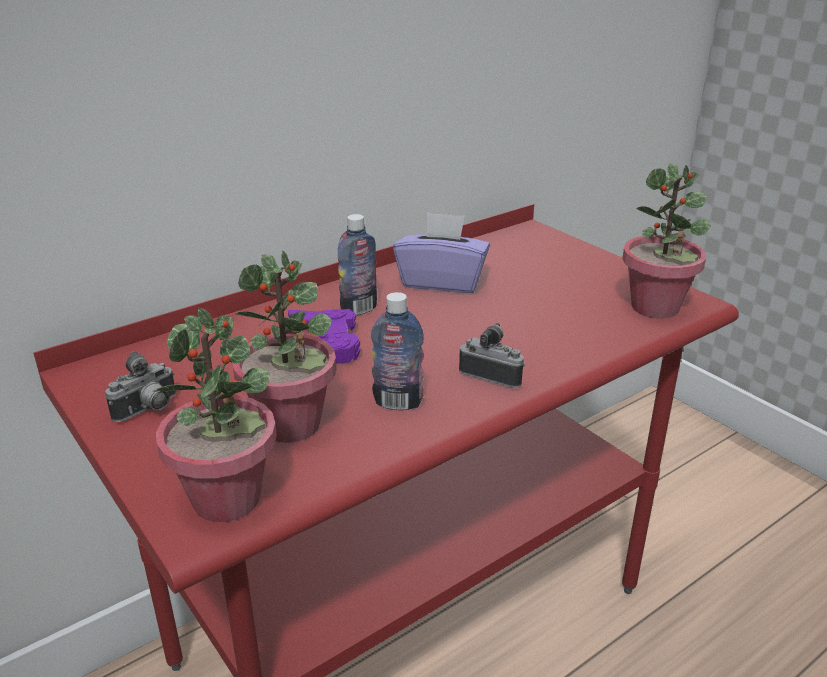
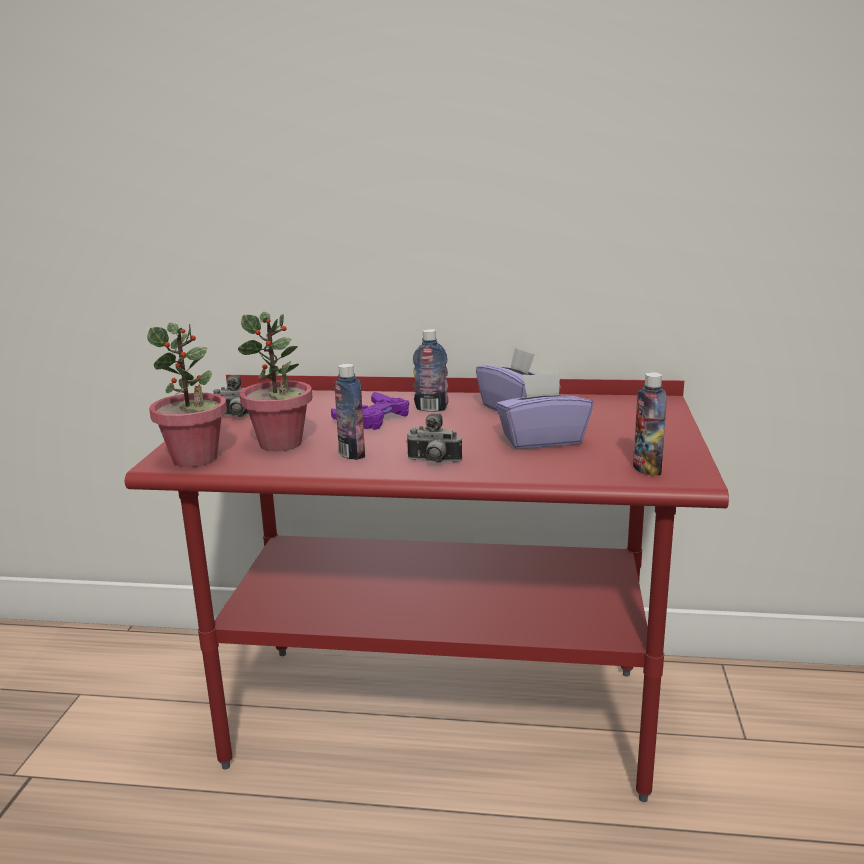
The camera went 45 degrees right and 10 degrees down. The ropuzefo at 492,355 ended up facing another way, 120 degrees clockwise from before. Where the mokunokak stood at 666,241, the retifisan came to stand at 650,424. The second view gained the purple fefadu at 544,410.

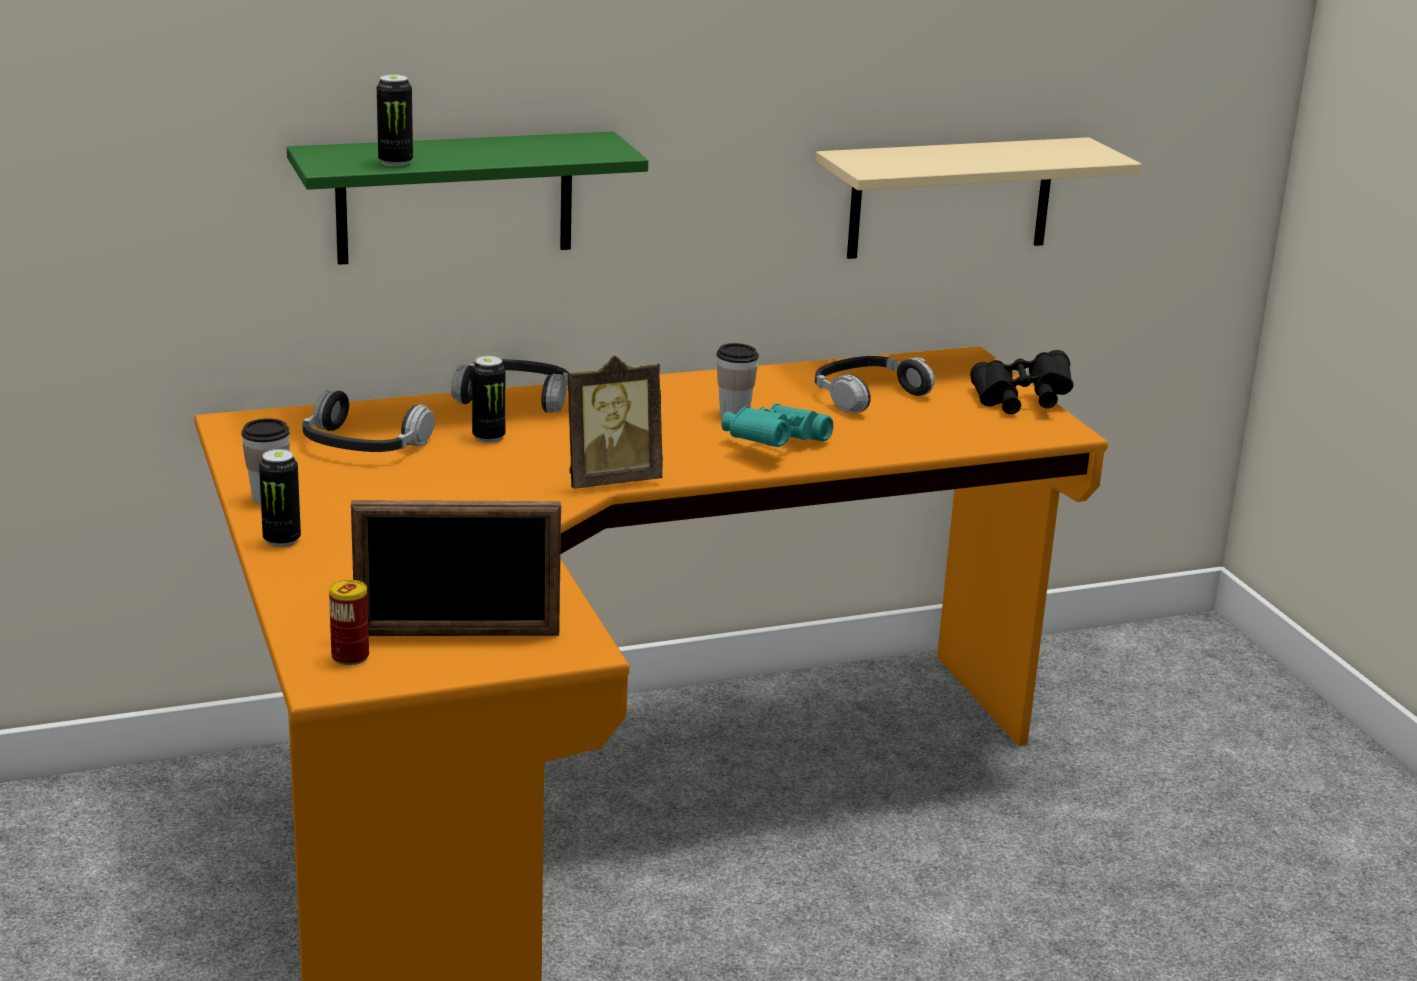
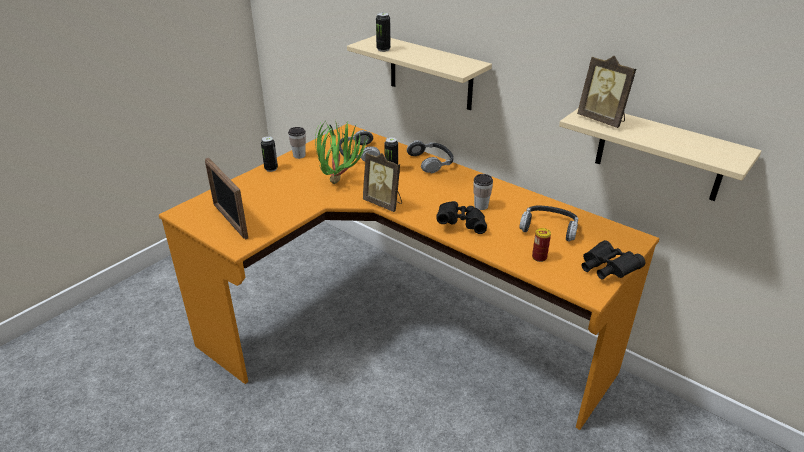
The camera went 60 degrees right and 10 degrees up. What was the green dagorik at 467,198 turned into the beige dagorik at 419,72. The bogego ended up elsewhere, having gone from 349,622 to 541,245. What was the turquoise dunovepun at 777,425 turned into the black dunovepun at 461,217. The second view gained the mokunokak at 341,152. The second view gained the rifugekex at 606,92.

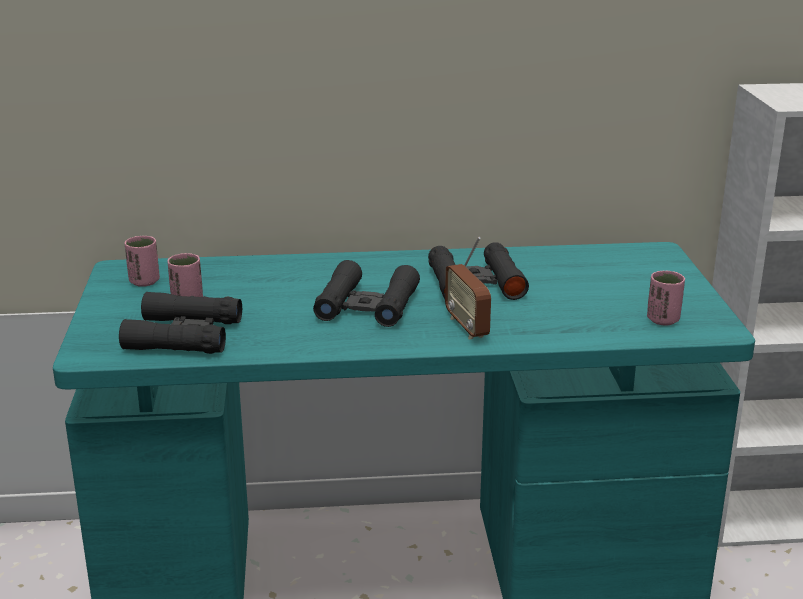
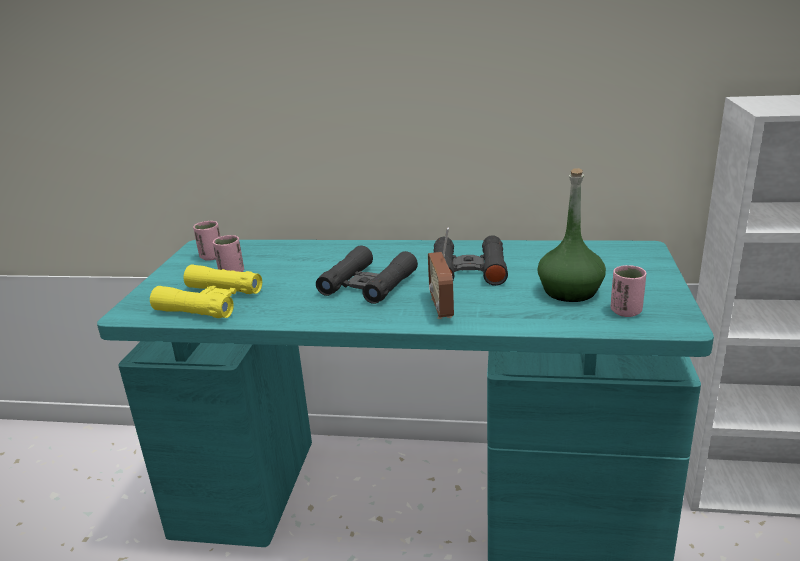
The camera went 15 degrees right and 0 degrees up. What was the black dunovepun at 180,323 turned into the yellow dunovepun at 206,291. The second view gained the green retifisan at 571,235.

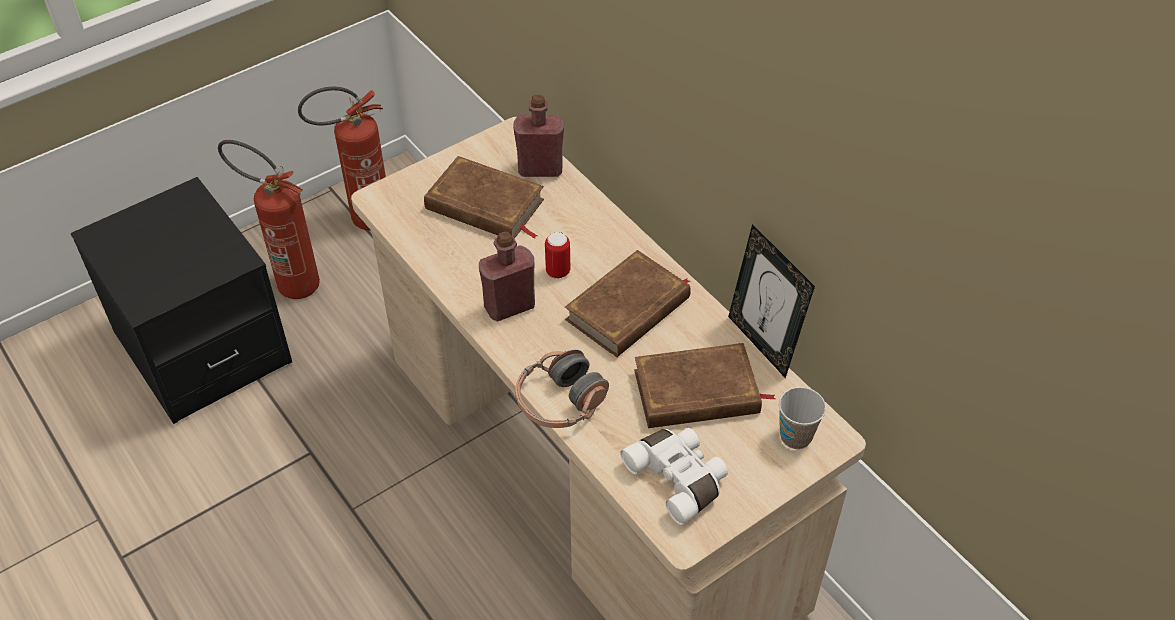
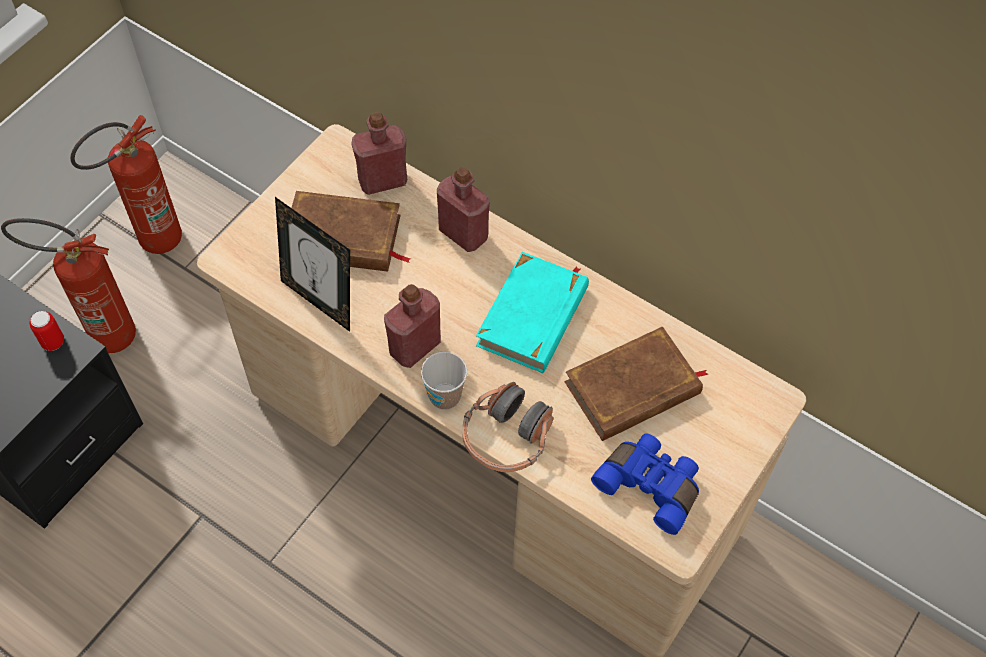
The camera went 20 degrees left and 10 degrees up. The bogego ended up elsewhere, having gone from 557,255 to 46,331. What was the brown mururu at 628,303 turned into the turquoise mururu at 532,312. What was the white dunovepun at 674,476 turned into the blue dunovepun at 645,484. The rifugekex ended up elsewhere, having gone from 771,301 to 312,264. The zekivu ended up elsewhere, having gone from 802,418 to 444,381. The second view gained the red retifisan at 463,209.

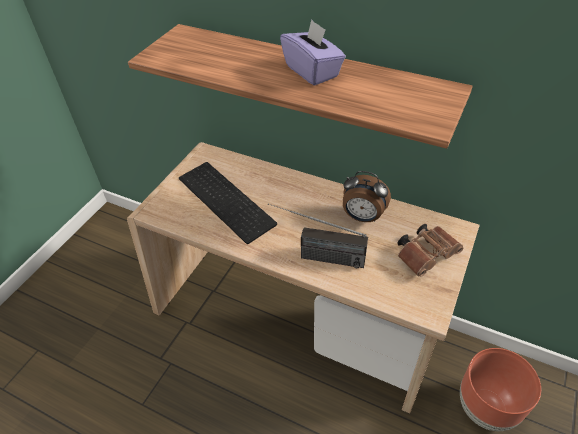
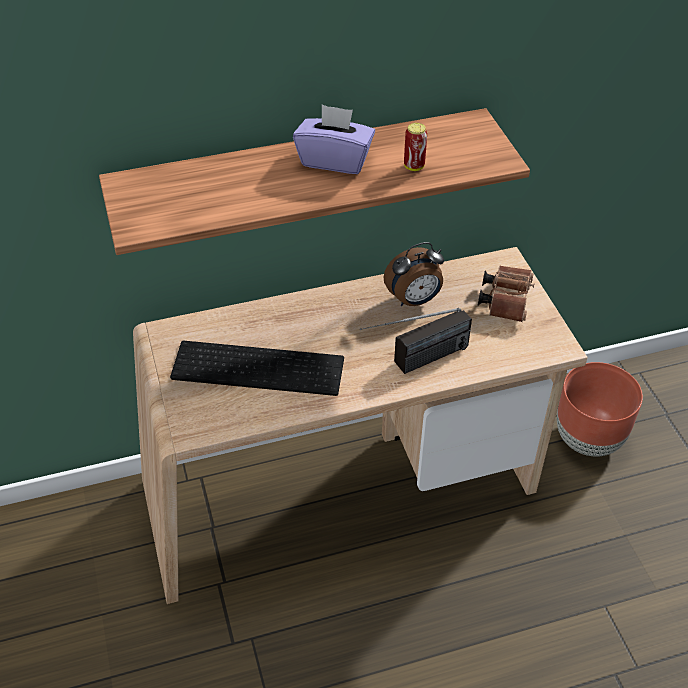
The camera went 45 degrees left and 0 degrees up. The second view gained the bogego at 415,147.

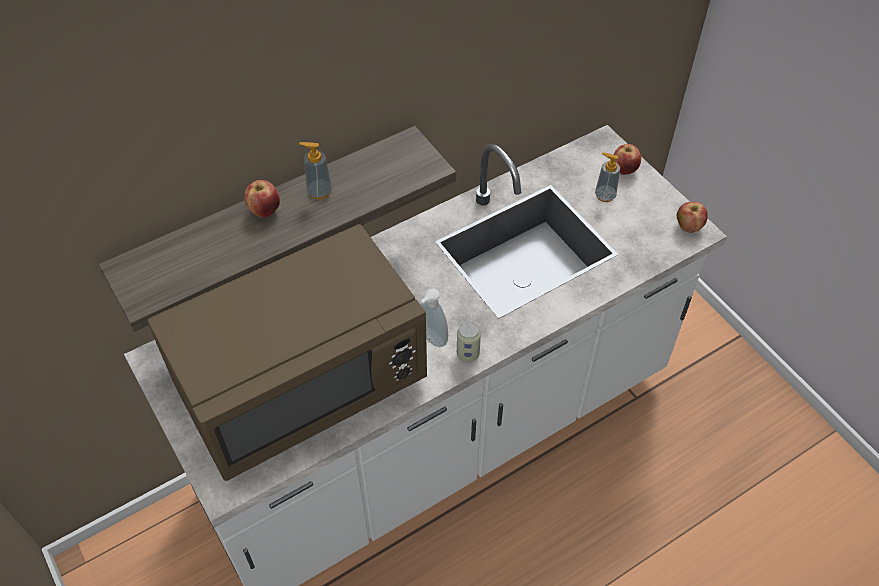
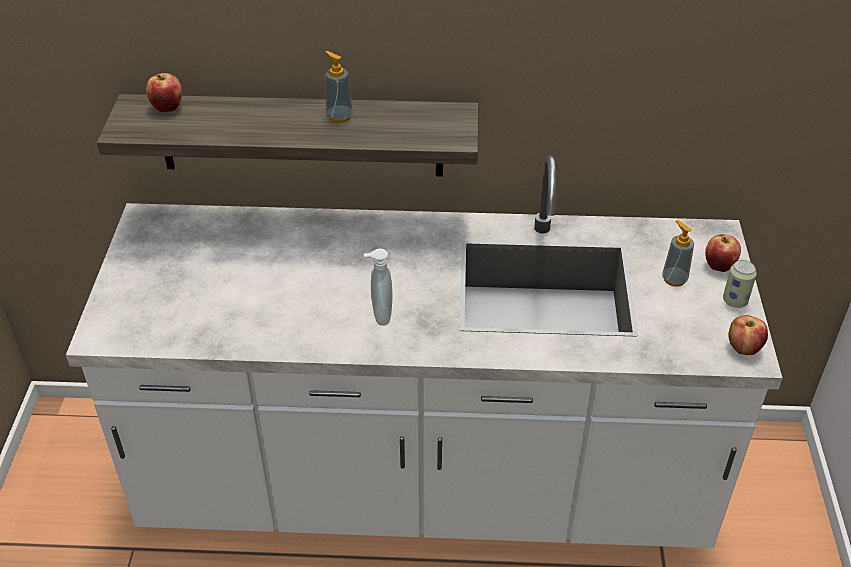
The camera went 35 degrees right and 10 degrees down. The second view lost the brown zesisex at 287,352. The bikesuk ended up elsewhere, having gone from 262,199 to 164,92. The bogego ended up elsewhere, having gone from 469,342 to 740,284.

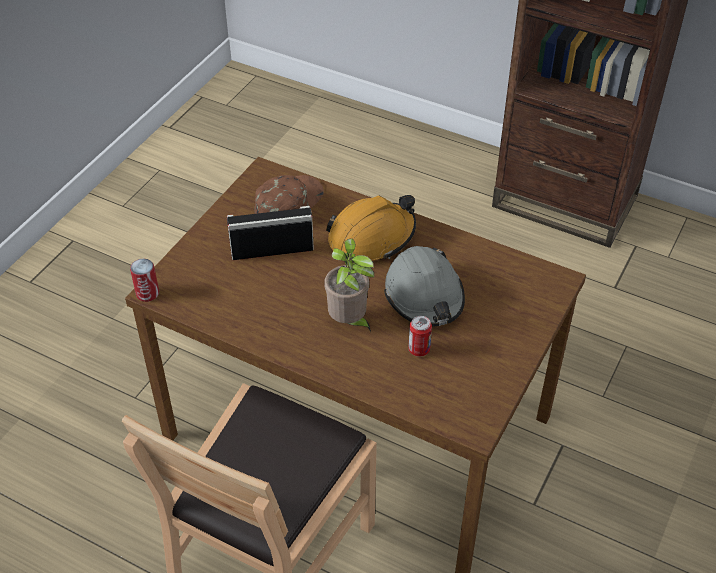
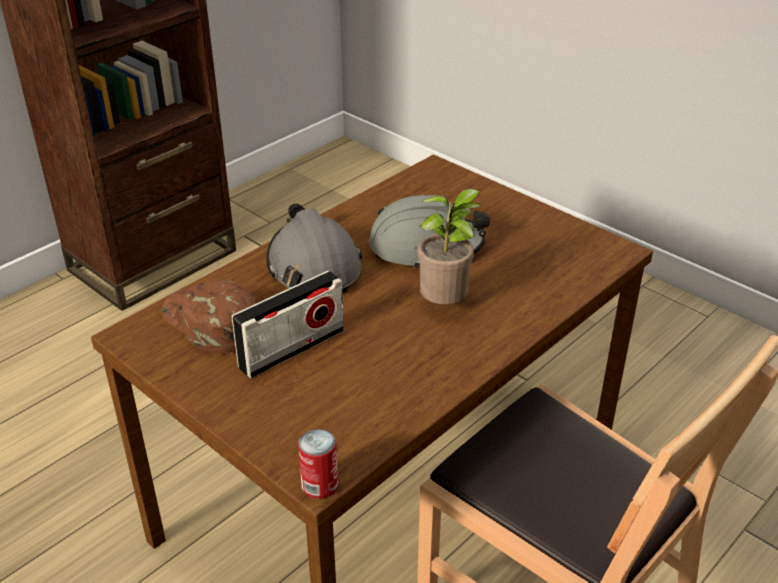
The camera went 75 degrees left and 10 degrees down. The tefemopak at 270,233 ended up facing another way, 135 degrees counterclockwise from before. What was the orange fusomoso at 371,228 turned into the grey fusomoso at 314,248. The second view lost the bogego at 420,336.

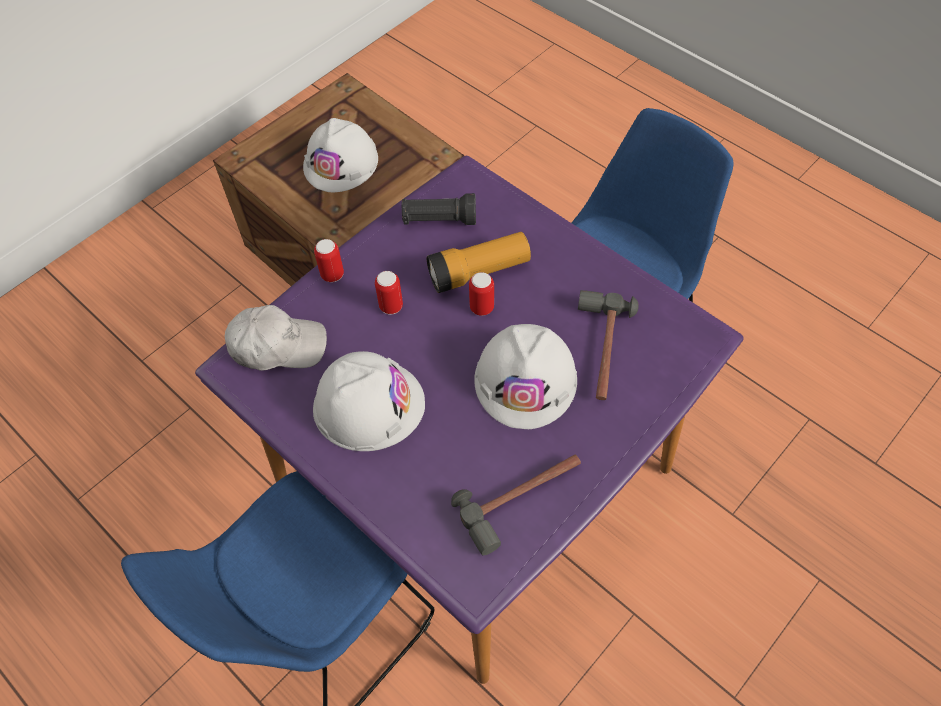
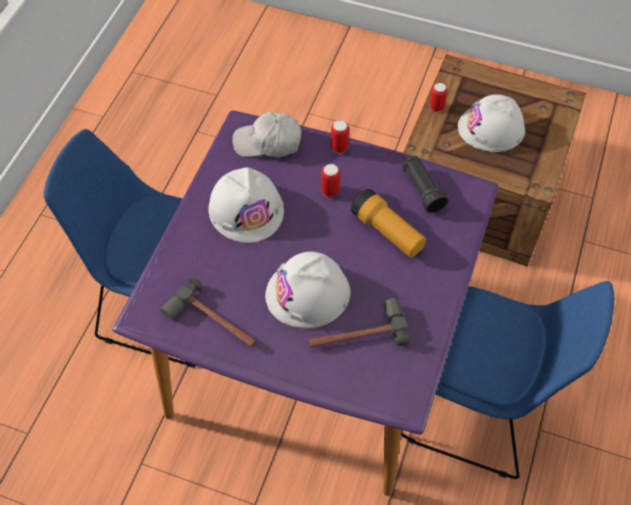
The camera went 65 degrees right and 0 degrees up. The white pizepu at 276,338 ended up facing another way, 120 degrees clockwise from before. The bogego ended up elsewhere, having gone from 481,294 to 439,97.

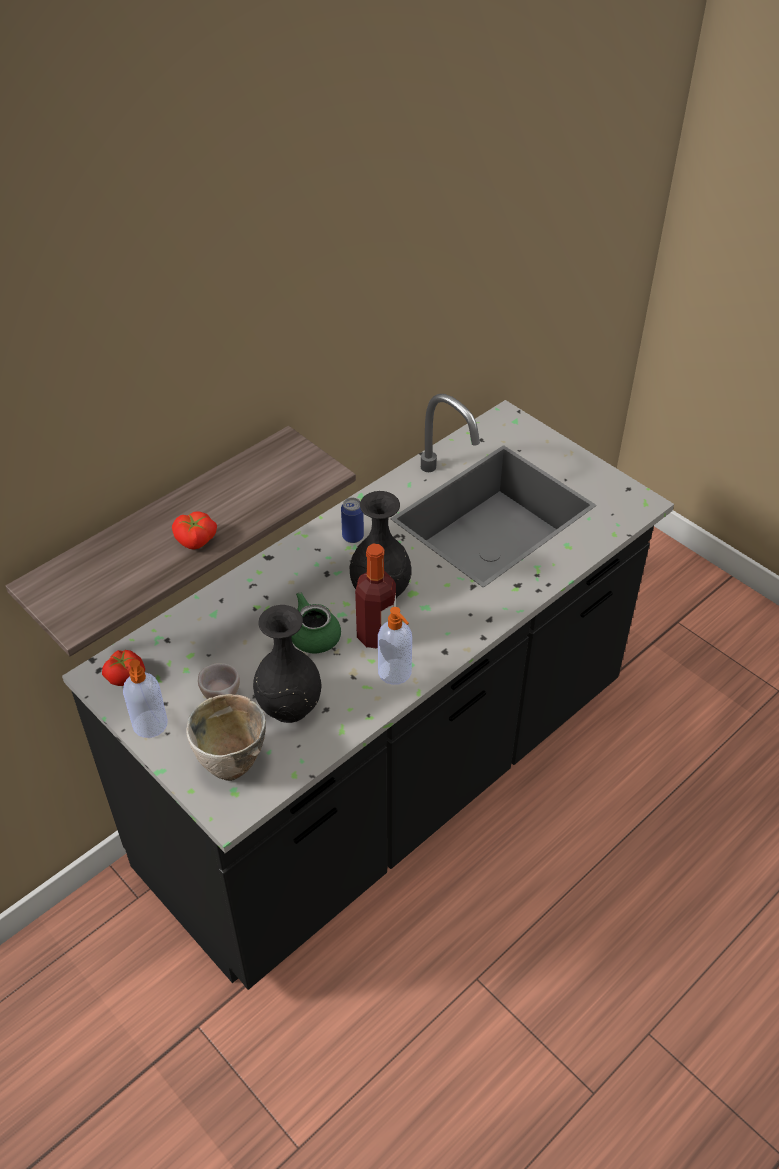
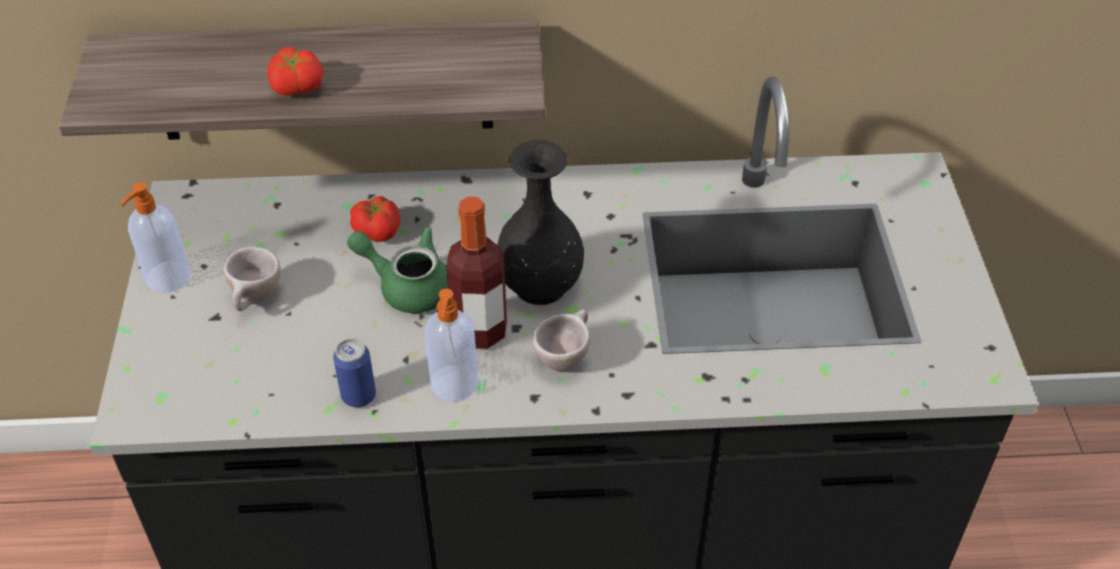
The camera went 40 degrees right and 0 degrees up. The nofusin ended up elsewhere, having gone from 123,668 to 375,219. The second view lost the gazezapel at 226,737. The second view lost the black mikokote at 287,664. The bogego ended up elsewhere, having gone from 352,520 to 354,373. The second view gained the beige zekivu at 562,340.

